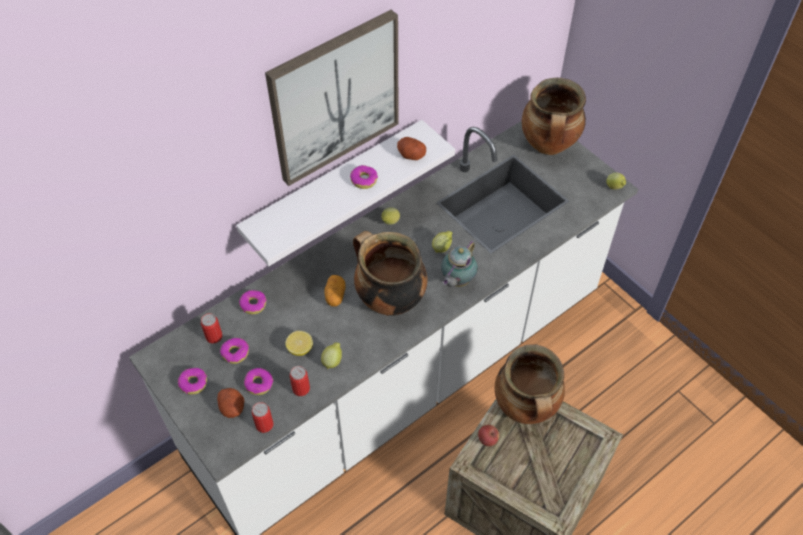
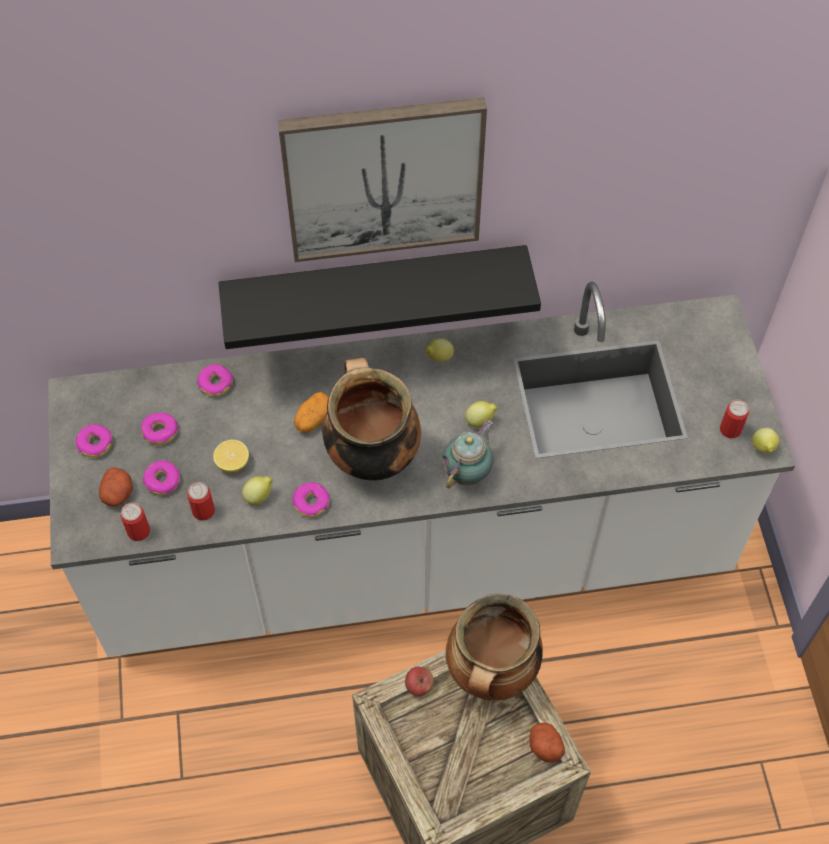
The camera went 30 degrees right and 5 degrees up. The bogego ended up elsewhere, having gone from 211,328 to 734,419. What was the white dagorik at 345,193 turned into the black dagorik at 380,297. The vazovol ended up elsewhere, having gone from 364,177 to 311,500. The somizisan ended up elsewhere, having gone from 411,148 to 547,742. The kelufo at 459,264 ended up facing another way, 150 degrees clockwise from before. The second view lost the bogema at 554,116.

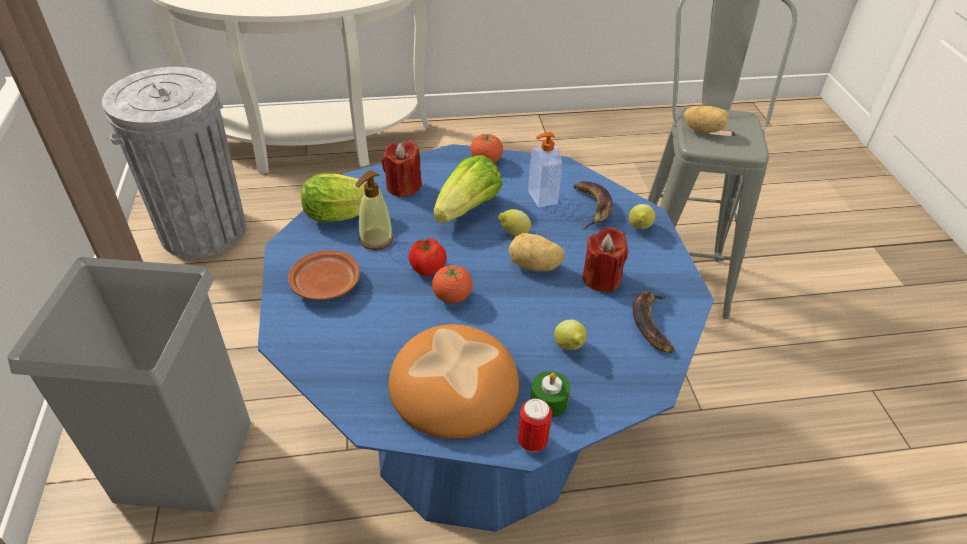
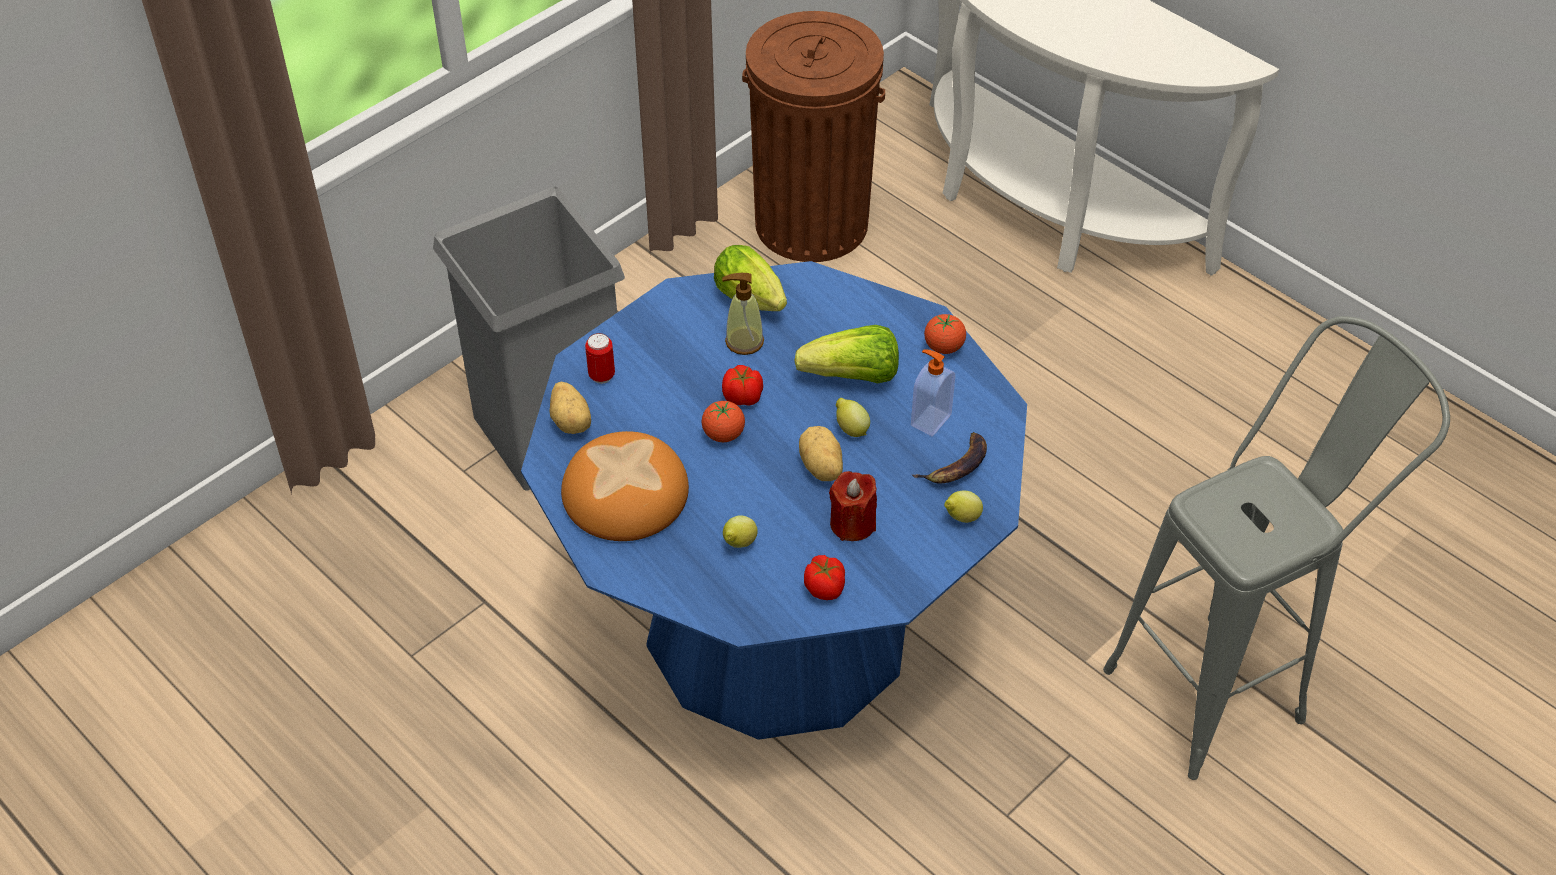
The camera went 55 degrees right and 5 degrees up. What was the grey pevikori at 174,162 turned into the brown pevikori at 813,136. The second view lost the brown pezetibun at 324,275. The second view lost the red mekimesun at 402,169. The bogego ended up elsewhere, having gone from 535,425 to 600,358. The second view lost the green mekimesun at 551,394. Where the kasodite stood at 654,322, the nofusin came to stand at 824,577. The somizisan ended up elsewhere, having gone from 706,119 to 570,408.

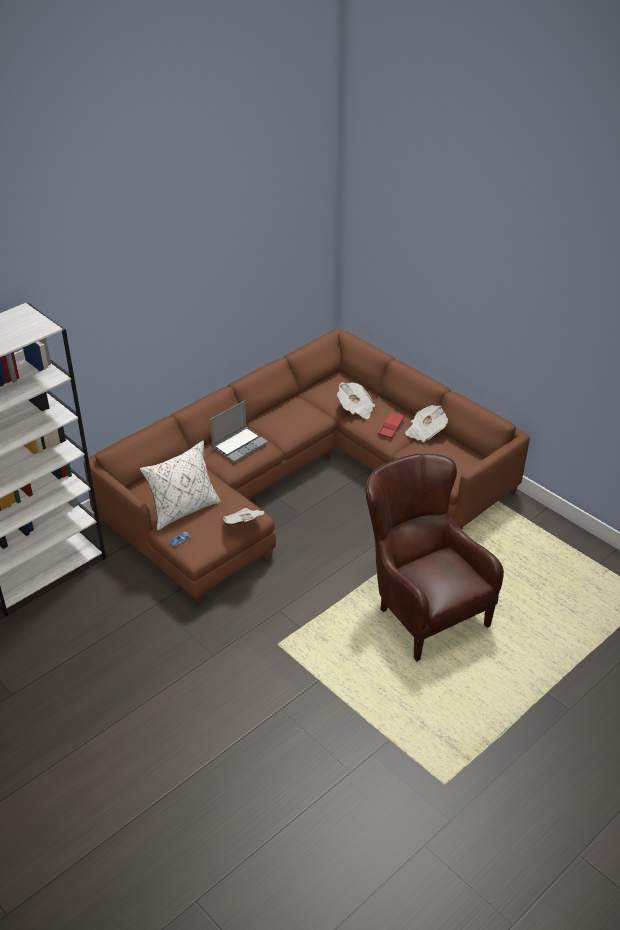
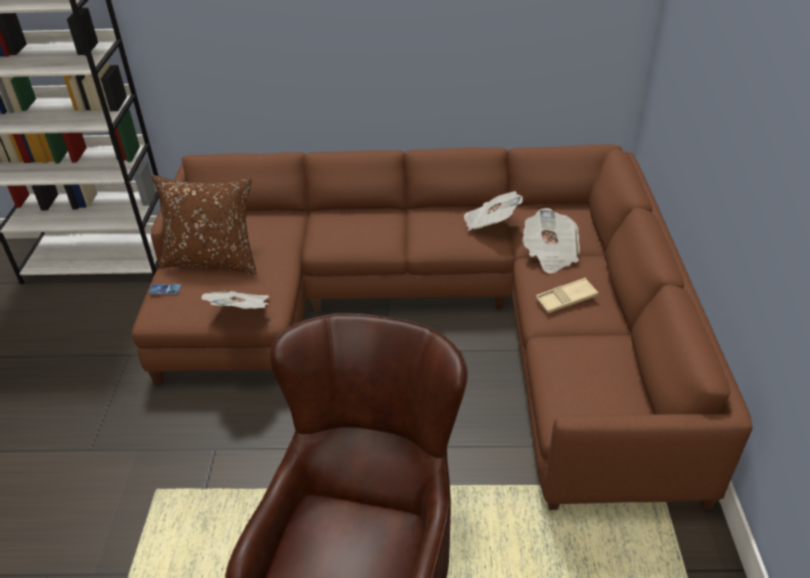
The camera went 45 degrees right and 0 degrees up. What was the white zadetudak at 180,485 turned into the brown zadetudak at 204,225. The second view lost the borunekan at 239,431. What was the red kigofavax at 391,425 turned into the beige kigofavax at 567,295. The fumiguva ended up elsewhere, having gone from 426,423 to 493,211.

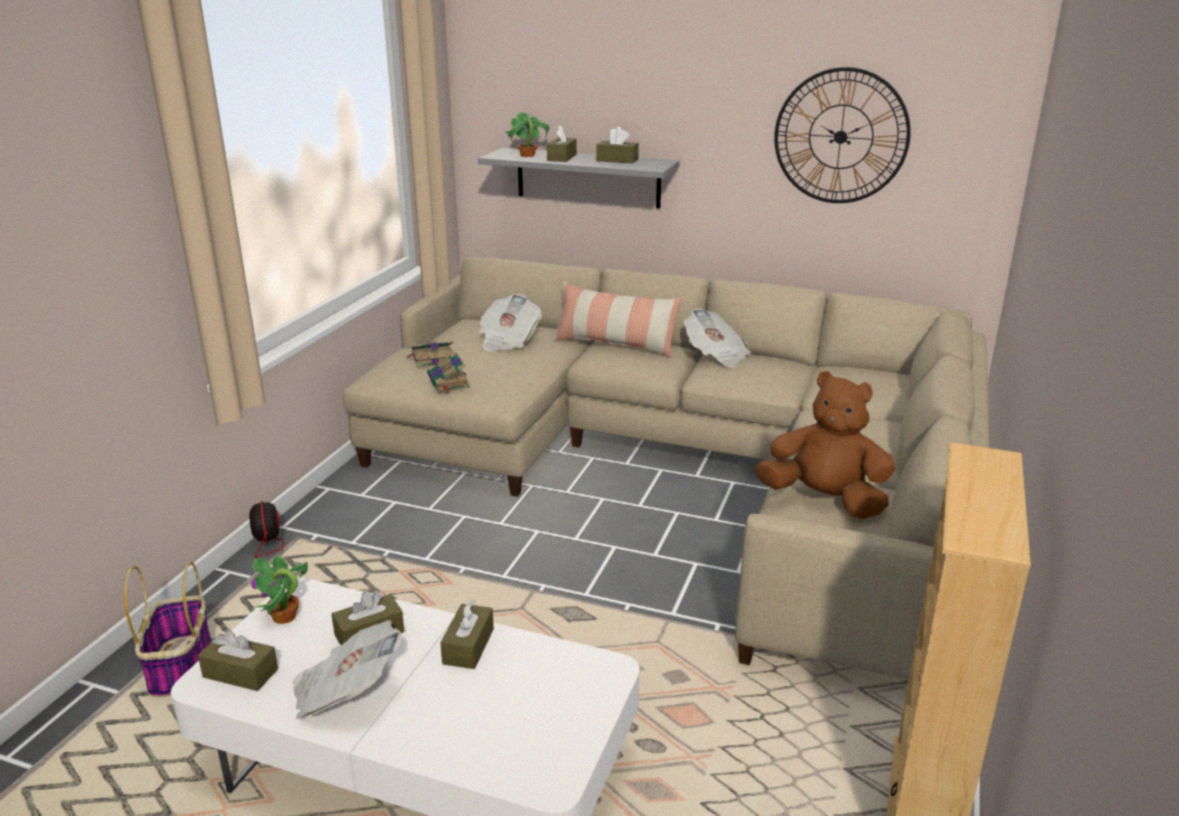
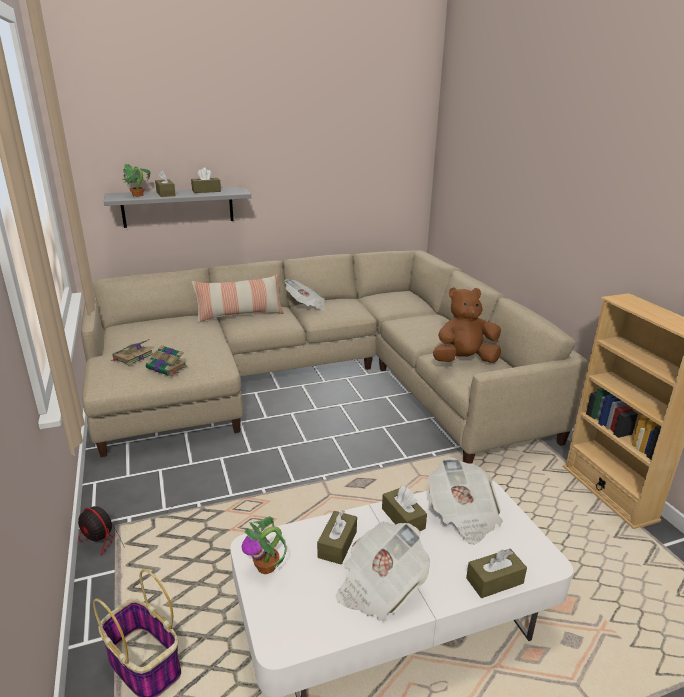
The camera went 40 degrees left and 0 degrees up. The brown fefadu ended up elsewhere, having gone from 238,660 to 496,573. The fumiguva ended up elsewhere, having gone from 510,322 to 465,501. The second view lost the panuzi at 842,135.

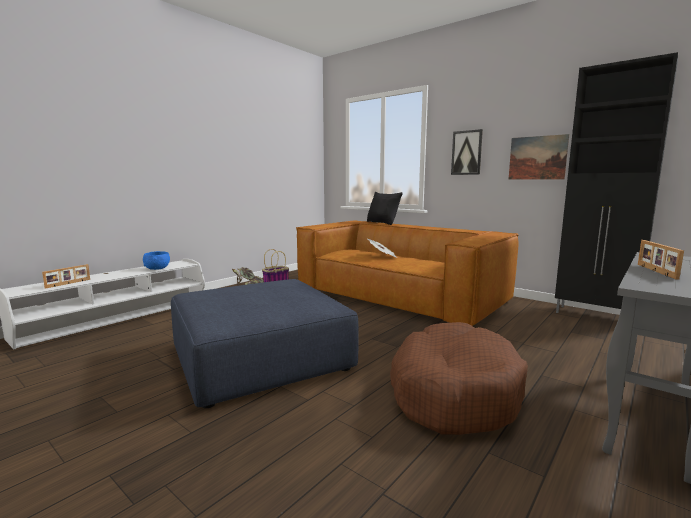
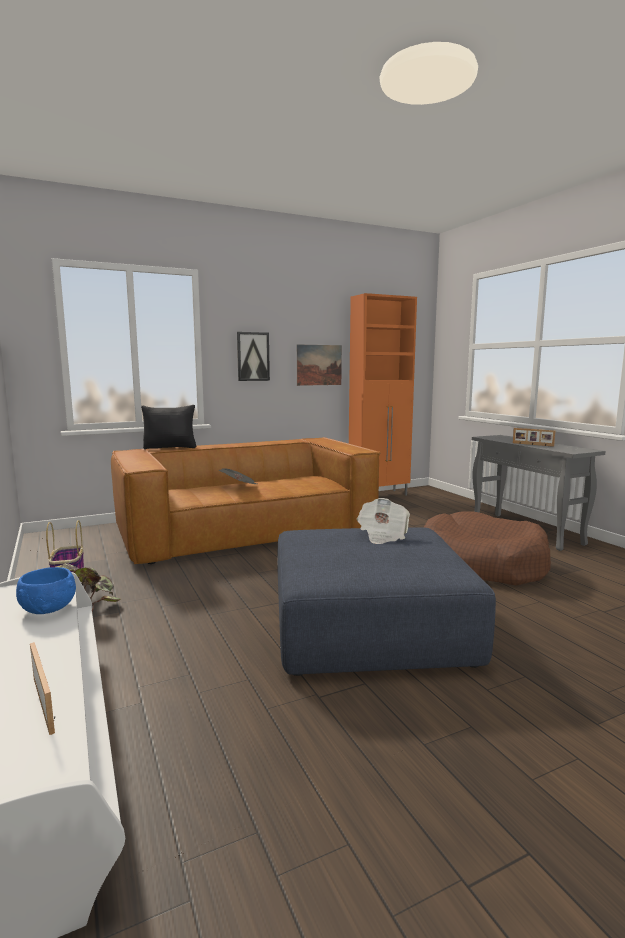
The camera went 65 degrees left and 0 degrees up. What was the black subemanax at 616,182 turned into the orange subemanax at 383,394. The second view gained the fumiguva at 383,521.

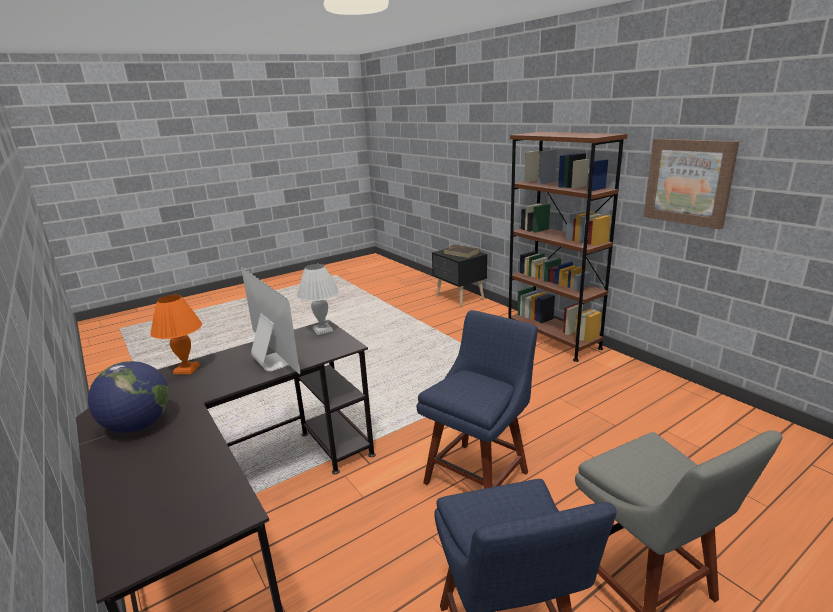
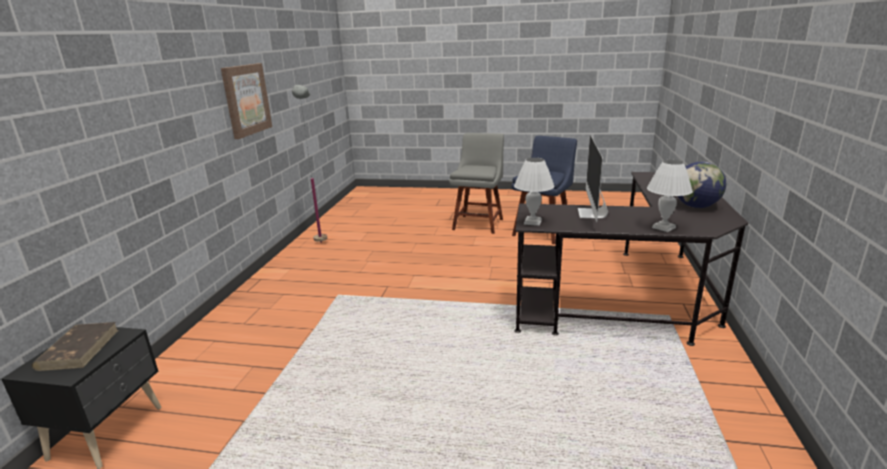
The camera went 135 degrees left and 0 degrees up. What was the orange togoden at 176,334 turned into the white togoden at 670,196. The second view lost the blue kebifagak at 477,399. The second view lost the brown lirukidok at 567,247. The second view gained the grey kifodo at 309,164.

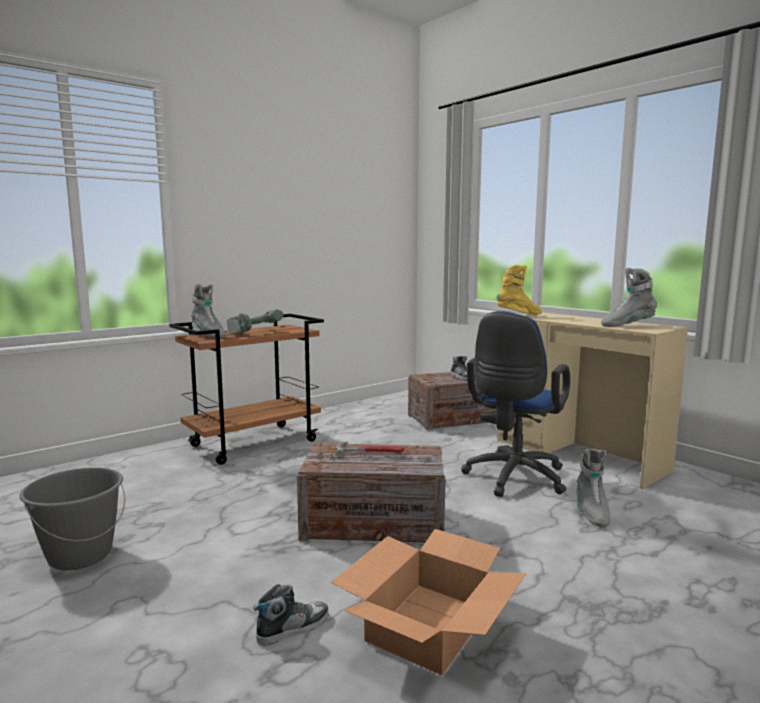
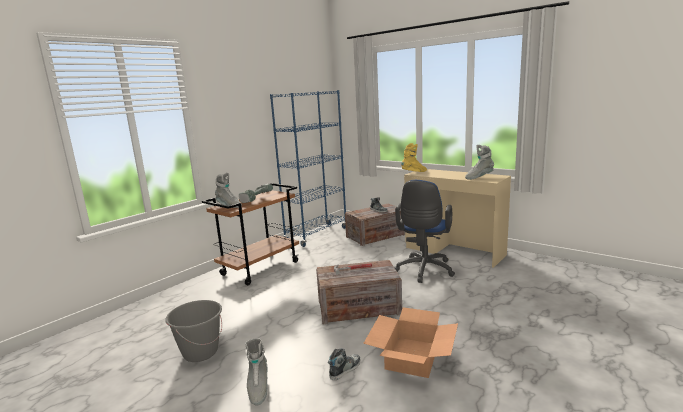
The camera went 10 degrees left and 5 degrees up. The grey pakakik ended up elsewhere, having gone from 593,488 to 256,372. The second view gained the blue lirukidok at 308,168.

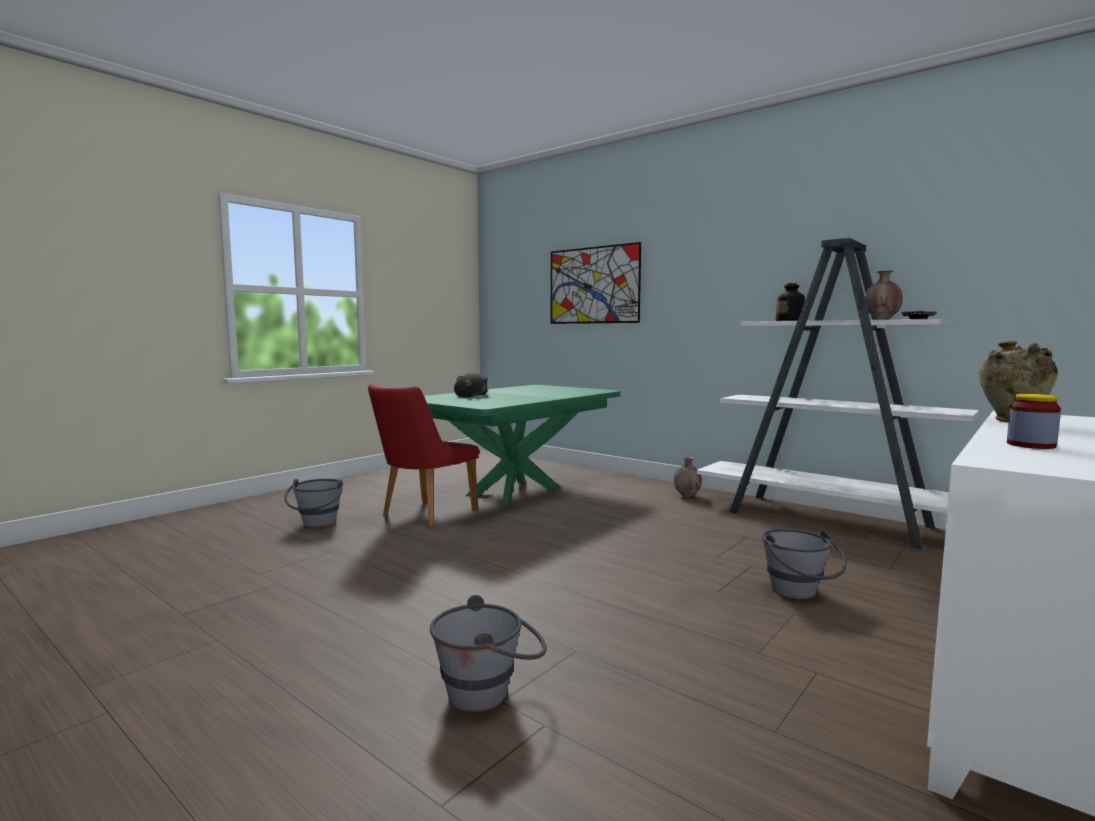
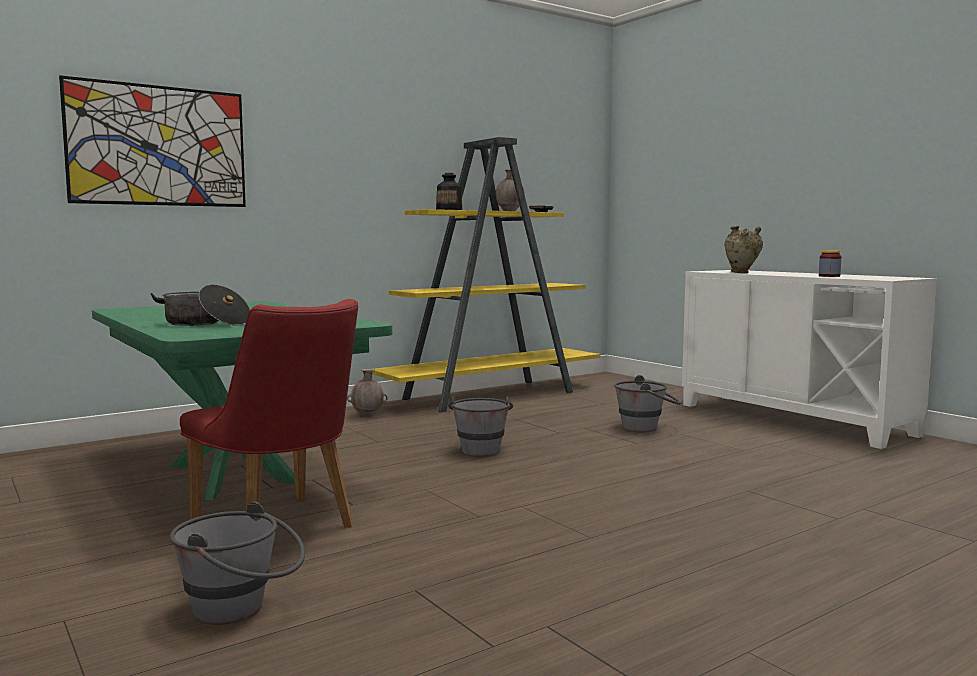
The camera went 75 degrees left and 0 degrees up. The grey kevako ended up elsewhere, having gone from 488,653 to 480,426. What was the white lirukidok at 838,393 turned into the yellow lirukidok at 486,275.

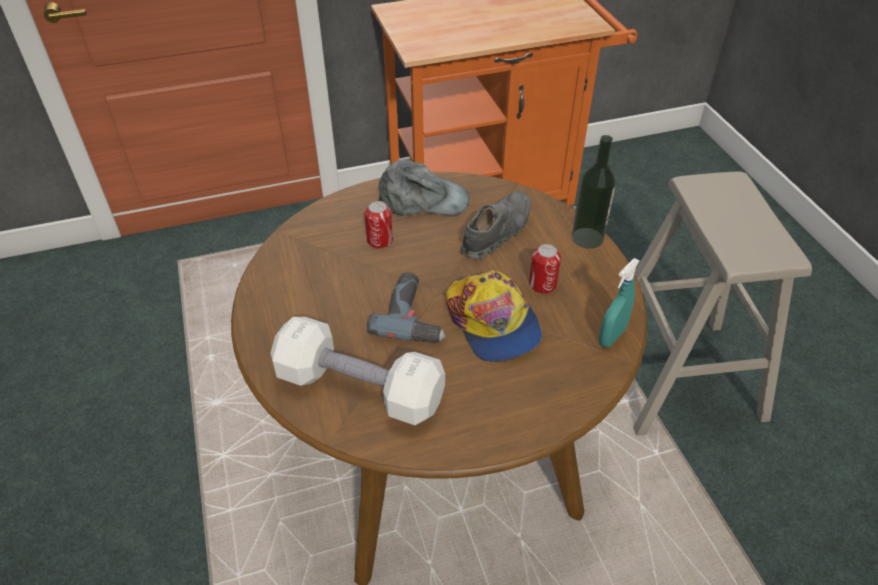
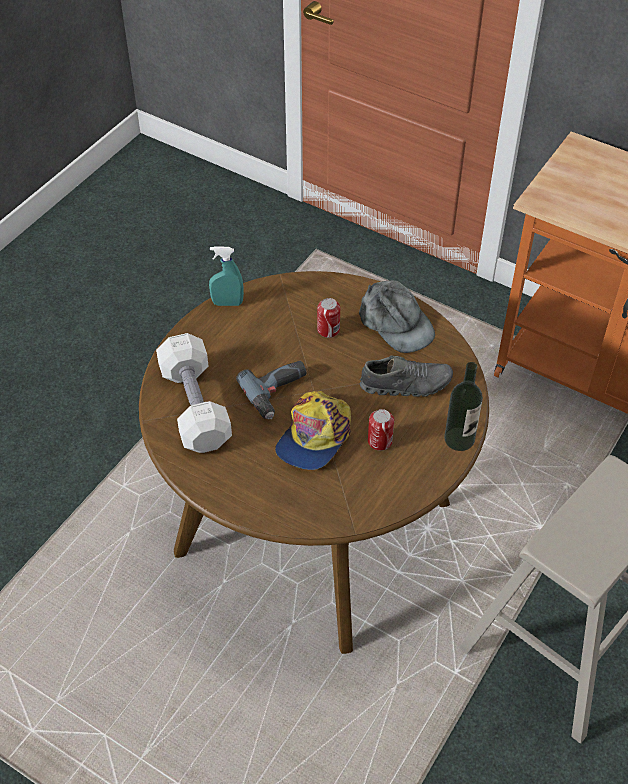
The camera went 50 degrees right and 5 degrees up. The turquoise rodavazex ended up elsewhere, having gone from 619,303 to 226,276.

